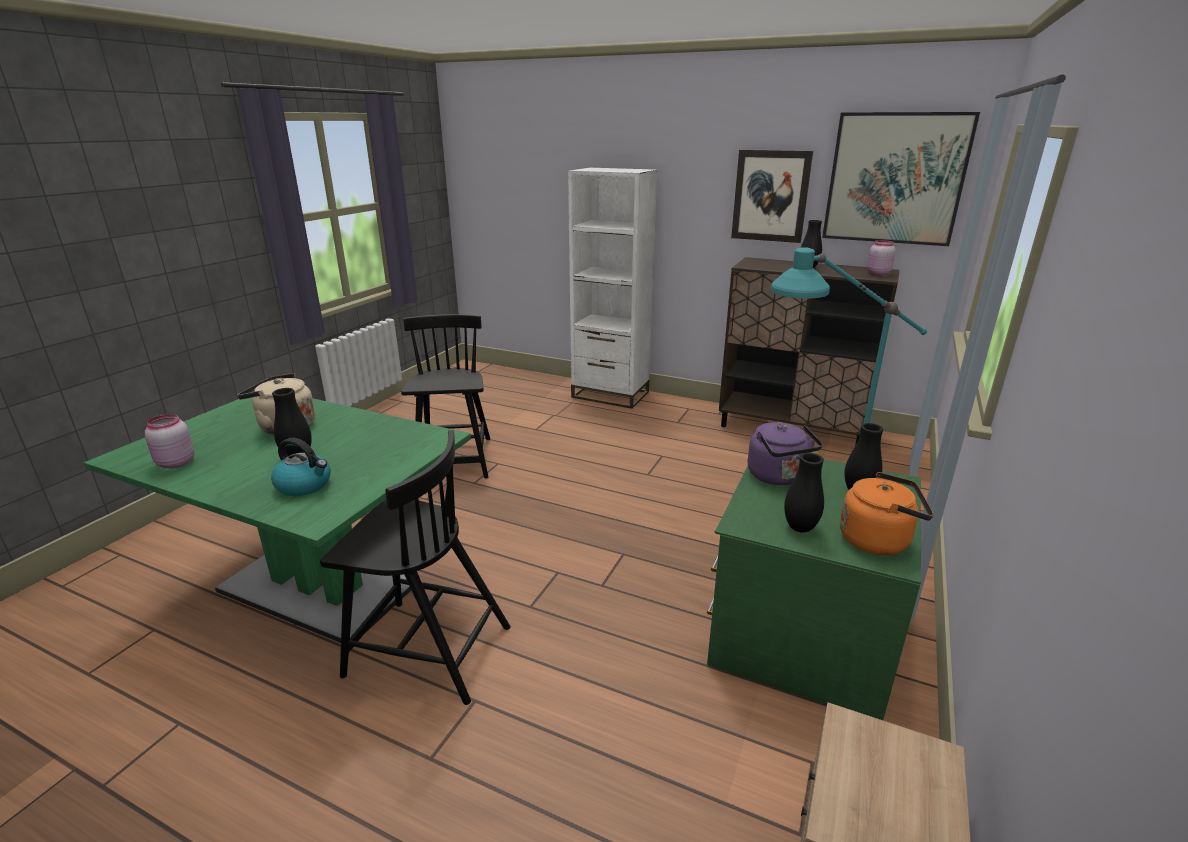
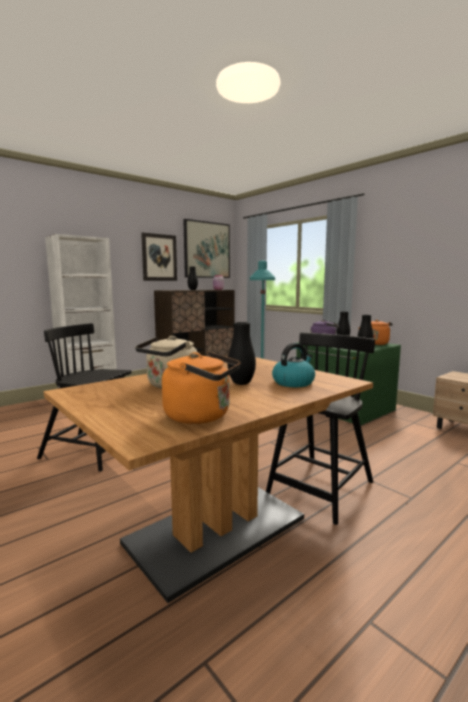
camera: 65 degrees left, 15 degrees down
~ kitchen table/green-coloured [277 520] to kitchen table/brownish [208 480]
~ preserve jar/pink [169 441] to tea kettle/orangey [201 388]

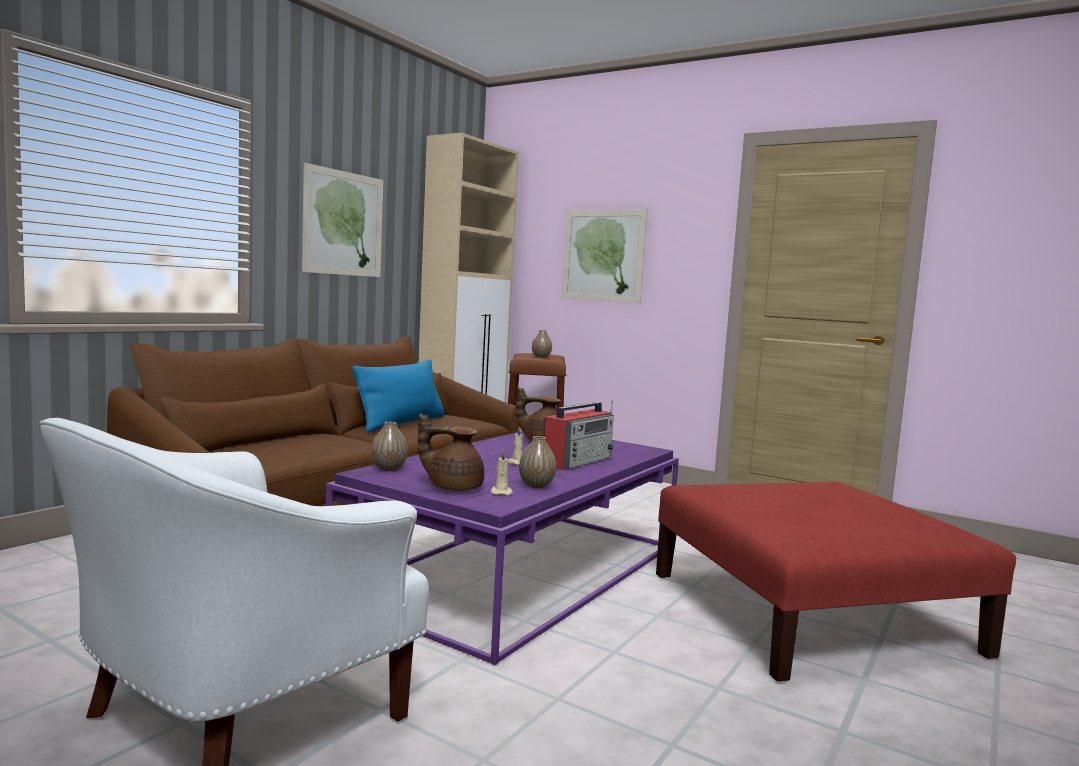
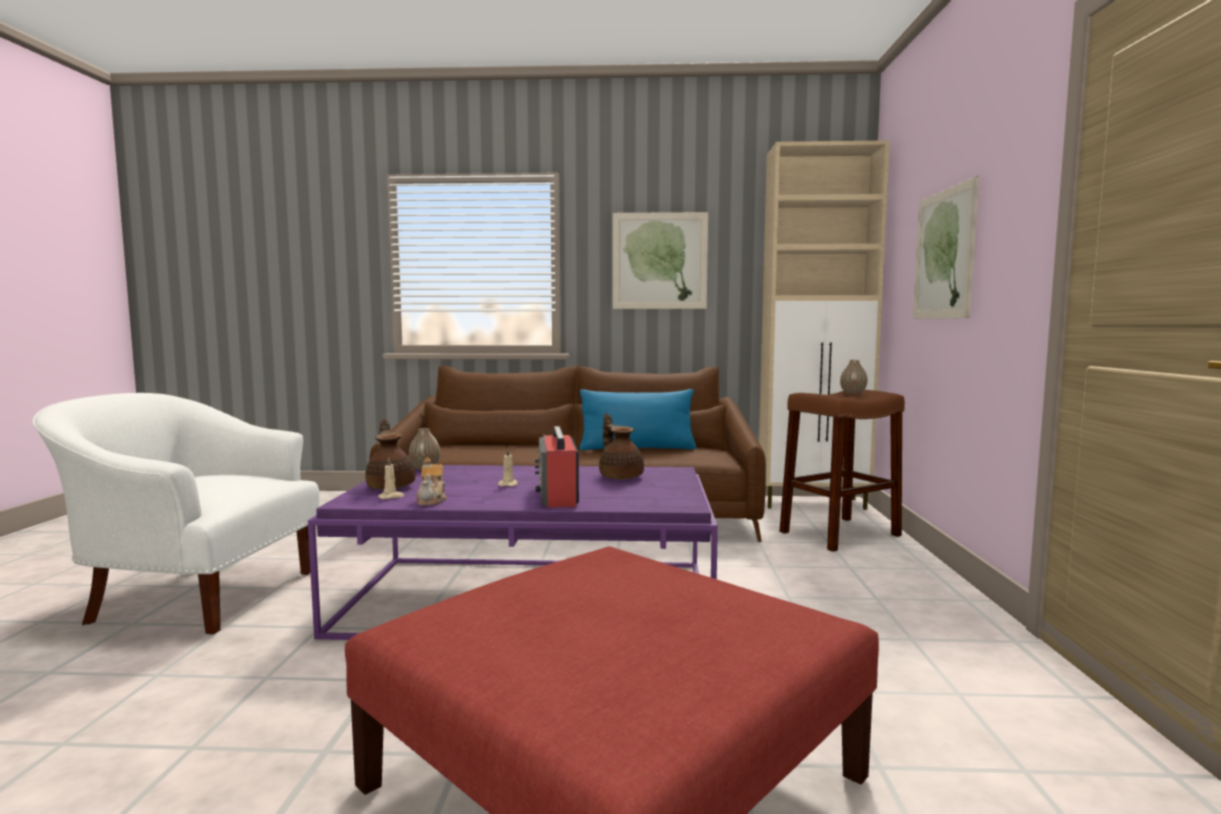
camera: 60 degrees right, 0 degrees up
~ flower vase [537 462] to tea pot [432 482]
~ radio receiver [579 435] = [557 467] 75 degrees clockwise

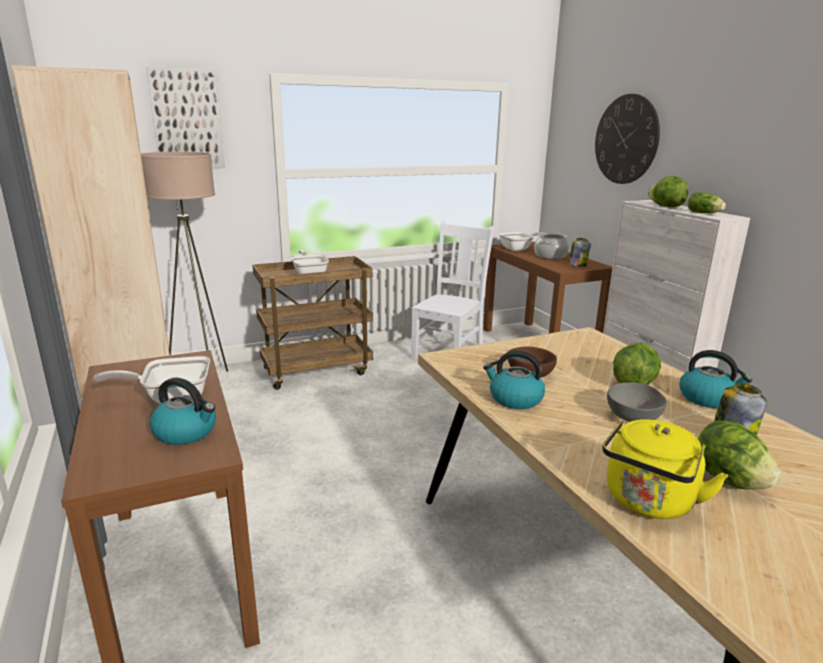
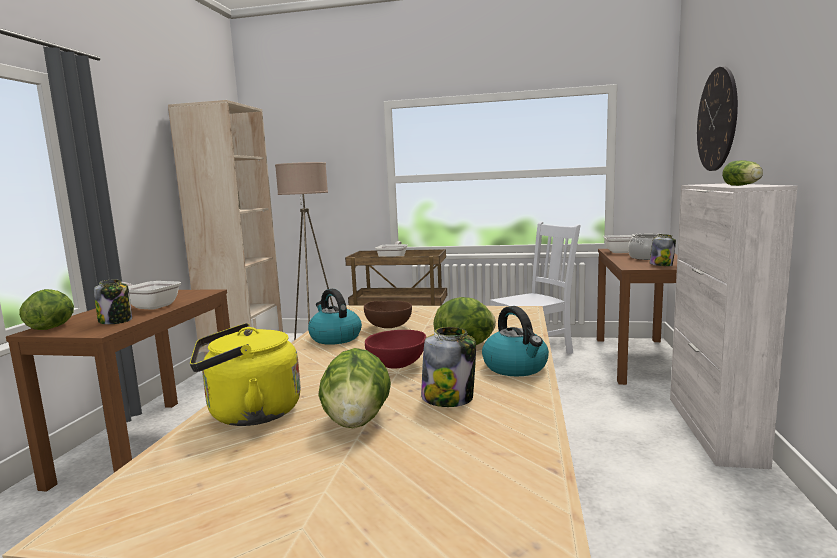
camera: 35 degrees right, 10 degrees down
- wall art [185 117]
~ tea kettle [183 411] to preserve jar [113 301]
~ deep dish/greyish [637 402] to deep dish/red [395 349]
~ head of lettuce [668 191] to [46 309]

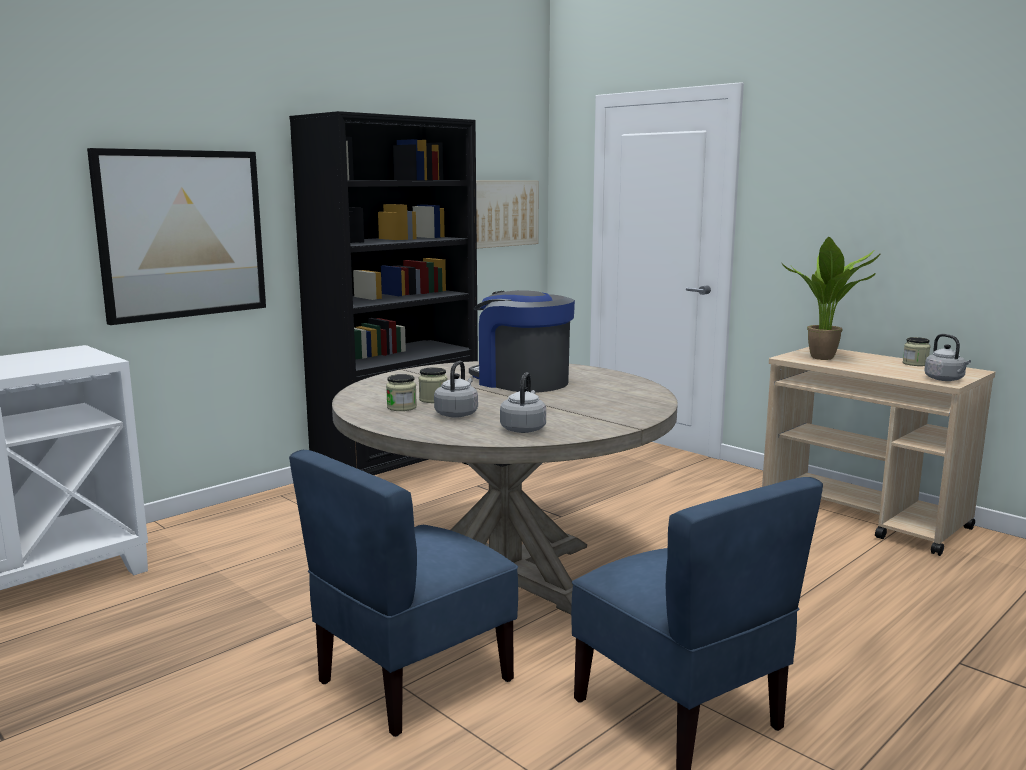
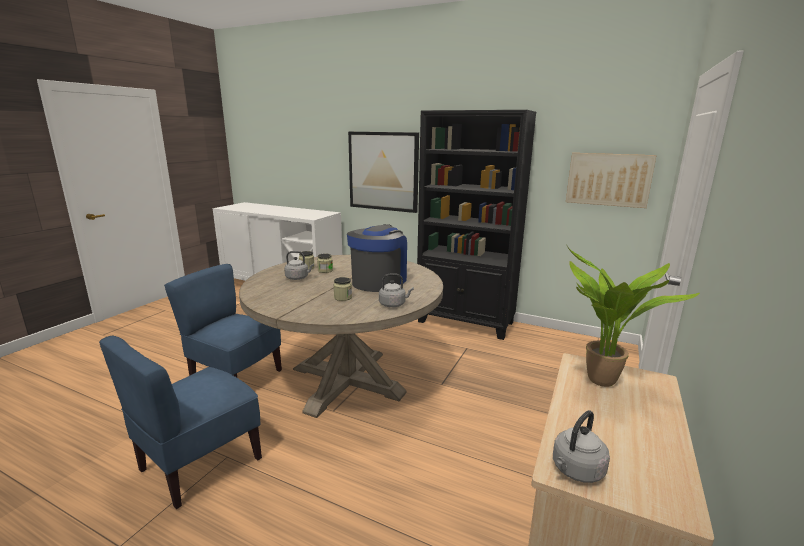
camera: 70 degrees right, 5 degrees up
~ tea kettle/greyish [523 402] to [396 290]
~ preserve jar [916 351] to [342 289]

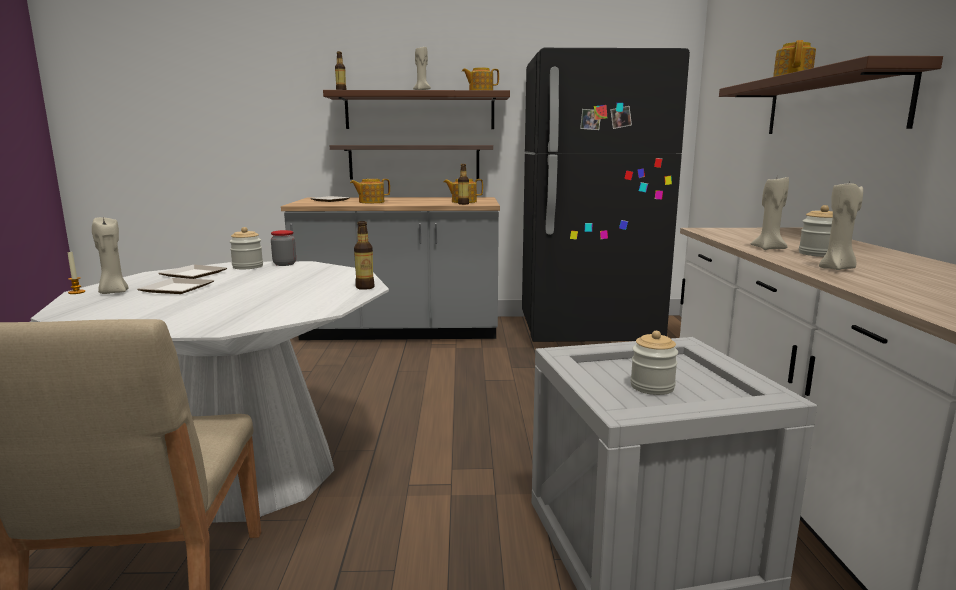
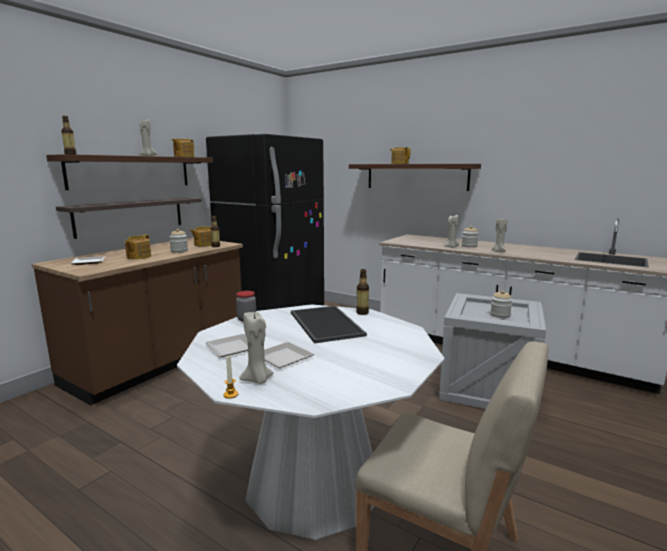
camera: 55 degrees left, 0 degrees up
~ preserve jar [246 248] to [178 241]
~ counter/greyish [390 268] to counter/brownish [137 322]
+ carrying tray [329 324]

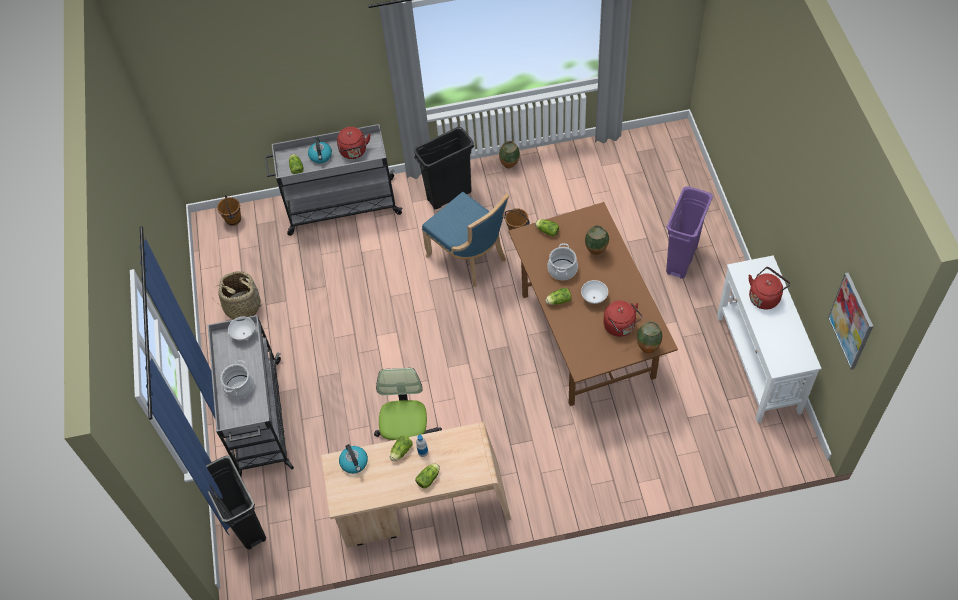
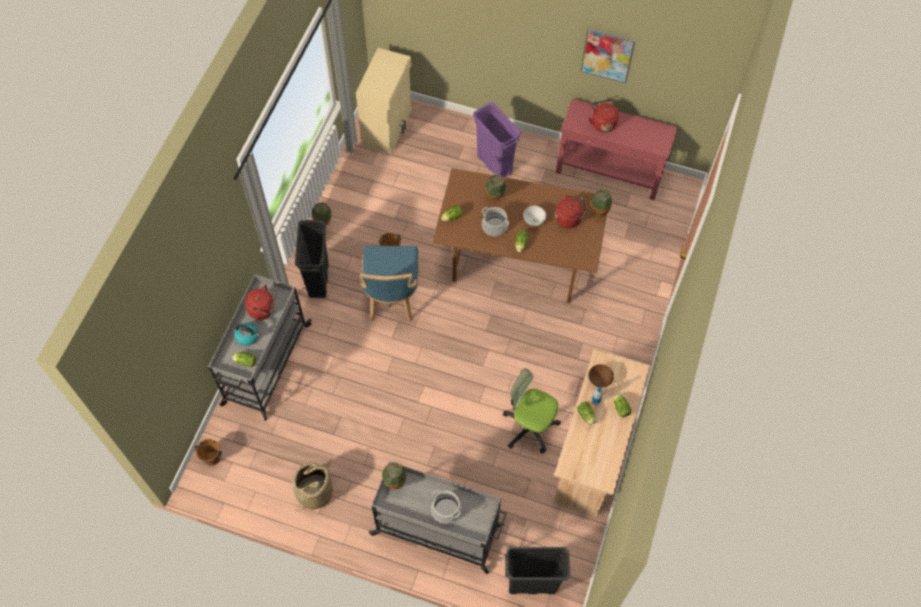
camera: 65 degrees left, 5 degrees up
~ deep dish/white [241 328] to flower vase [394 475]
- tea kettle [353 459]
~ upright chair/blue-coloured [465 239] = [390 283] 105 degrees clockwise
~ narrow table/white [769 339] to narrow table/red [617 150]
~ wall art [850 321] to [608 55]
+ cupboard/beige [384 100]
+ deep dish/brownish [601 376]

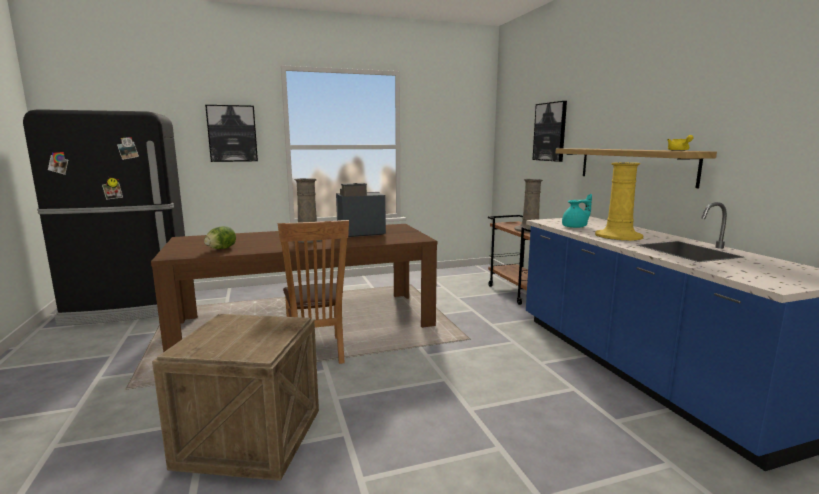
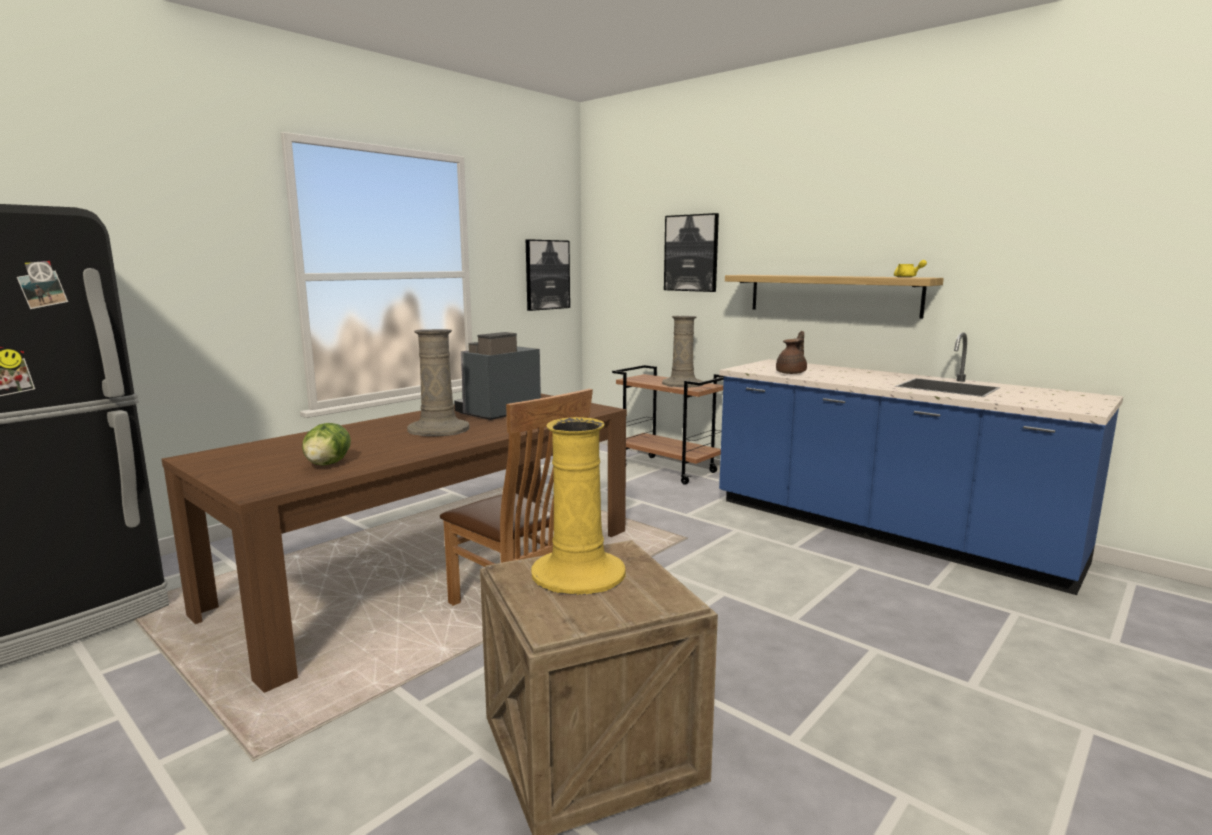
camera: 30 degrees left, 0 degrees up
~ wall art [231 133] to [548 275]
~ tea pot/turquoise [577 211] to tea pot/brownish [791 352]
~ flower vase/yellow-coloured [619 201] to [578 506]

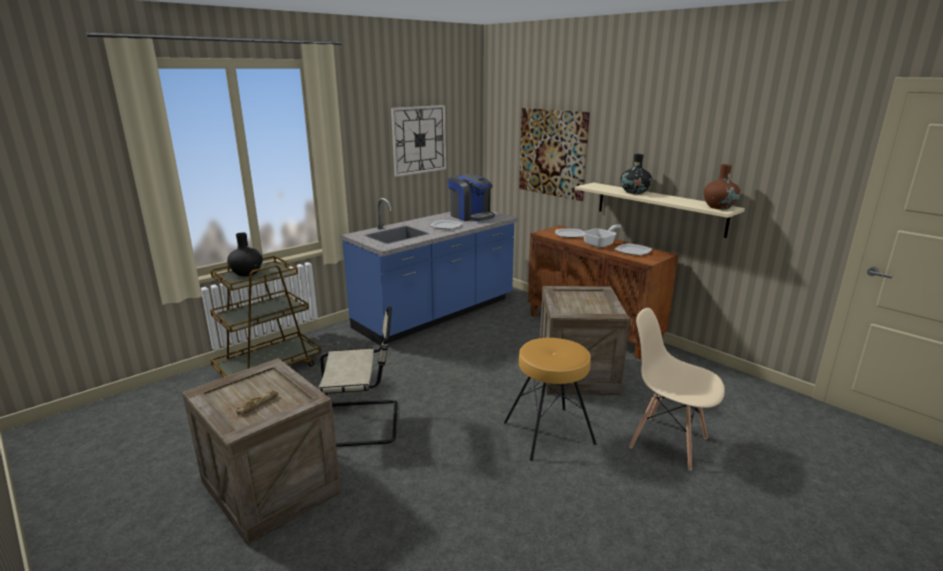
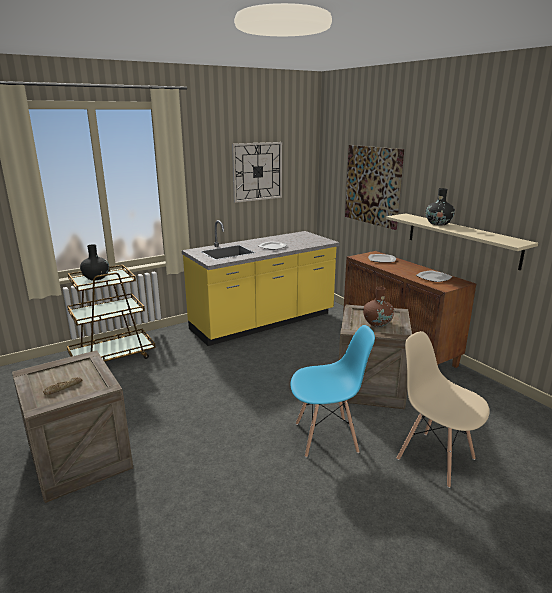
camera: 10 degrees right, 0 degrees up
- upright chair/beige [357 376]
~ counter/blue-coloured [429 272] to counter/yellow-coloured [261 283]
- coffee machine [471 197]
~ sitting stool/brownish [550 399] to upright chair/blue-coloured [333 391]
- pan [602 236]
~ flower vase/brownish [722 187] to [378 307]

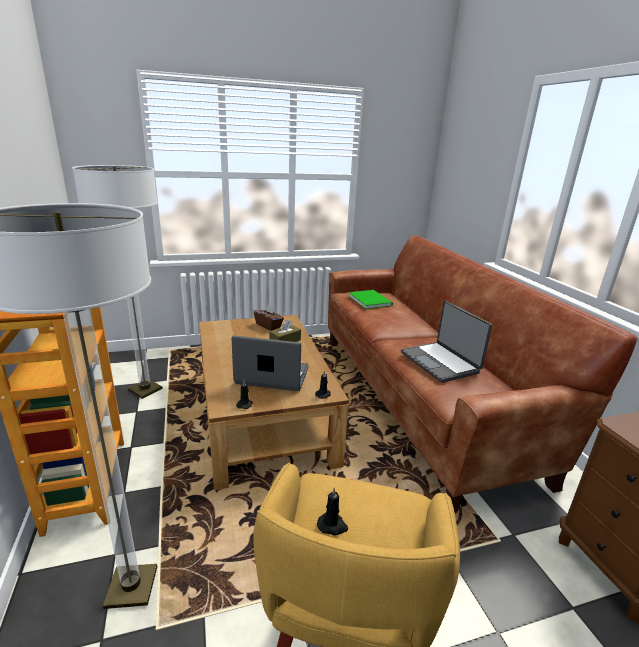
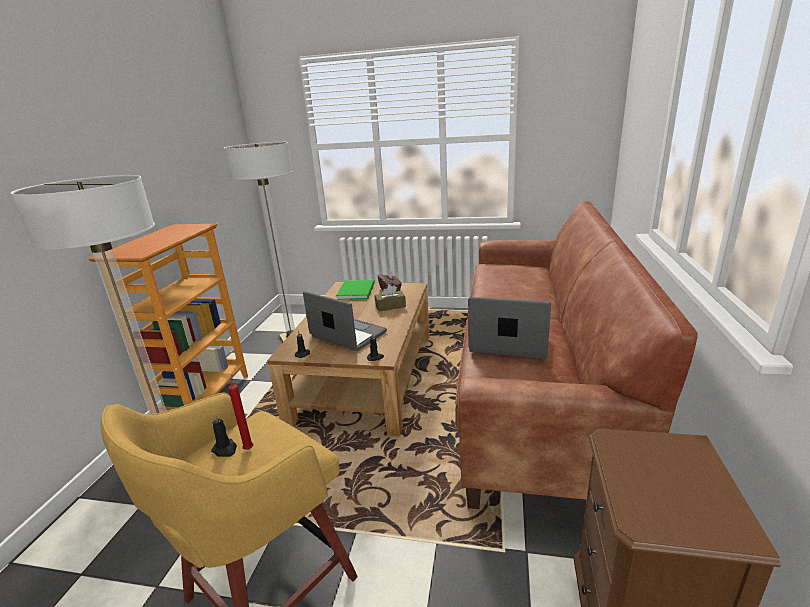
camera: 30 degrees right, 0 degrees up
~ volume/green-coloured [371 299] to [355 289]
~ notebook computer [446 342] = [509 328] 105 degrees clockwise
+ wax light/red [240 412]

